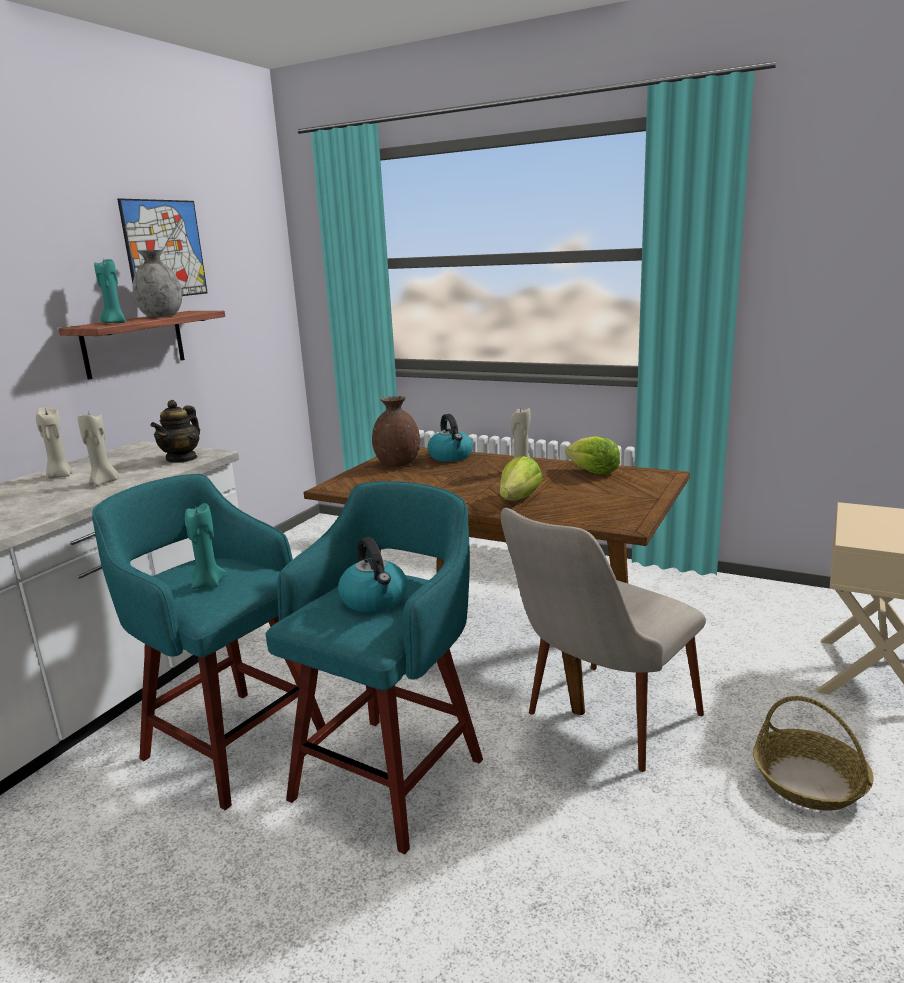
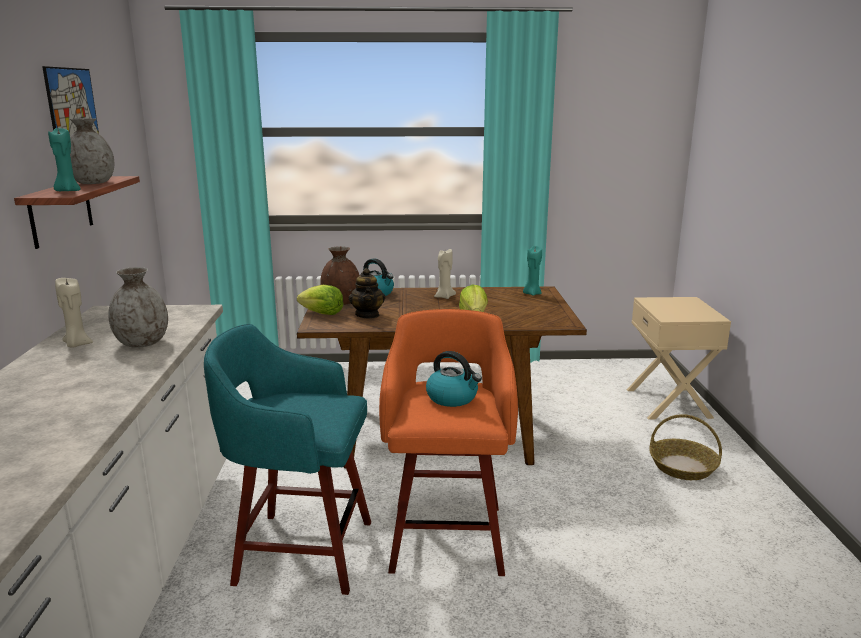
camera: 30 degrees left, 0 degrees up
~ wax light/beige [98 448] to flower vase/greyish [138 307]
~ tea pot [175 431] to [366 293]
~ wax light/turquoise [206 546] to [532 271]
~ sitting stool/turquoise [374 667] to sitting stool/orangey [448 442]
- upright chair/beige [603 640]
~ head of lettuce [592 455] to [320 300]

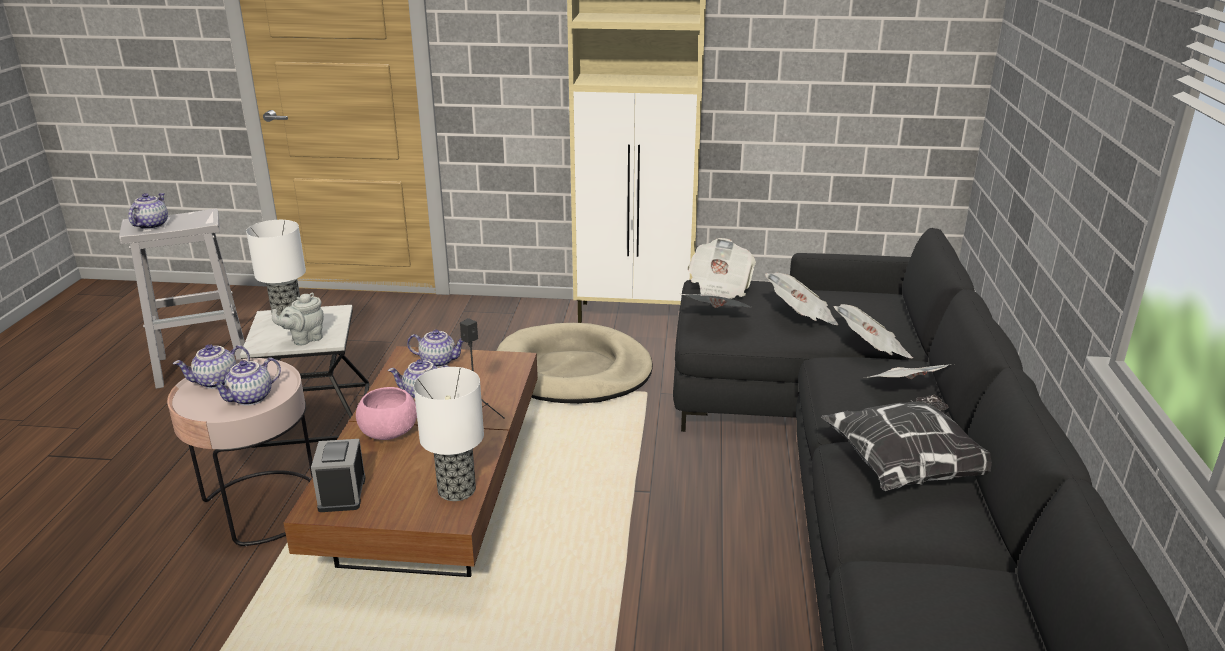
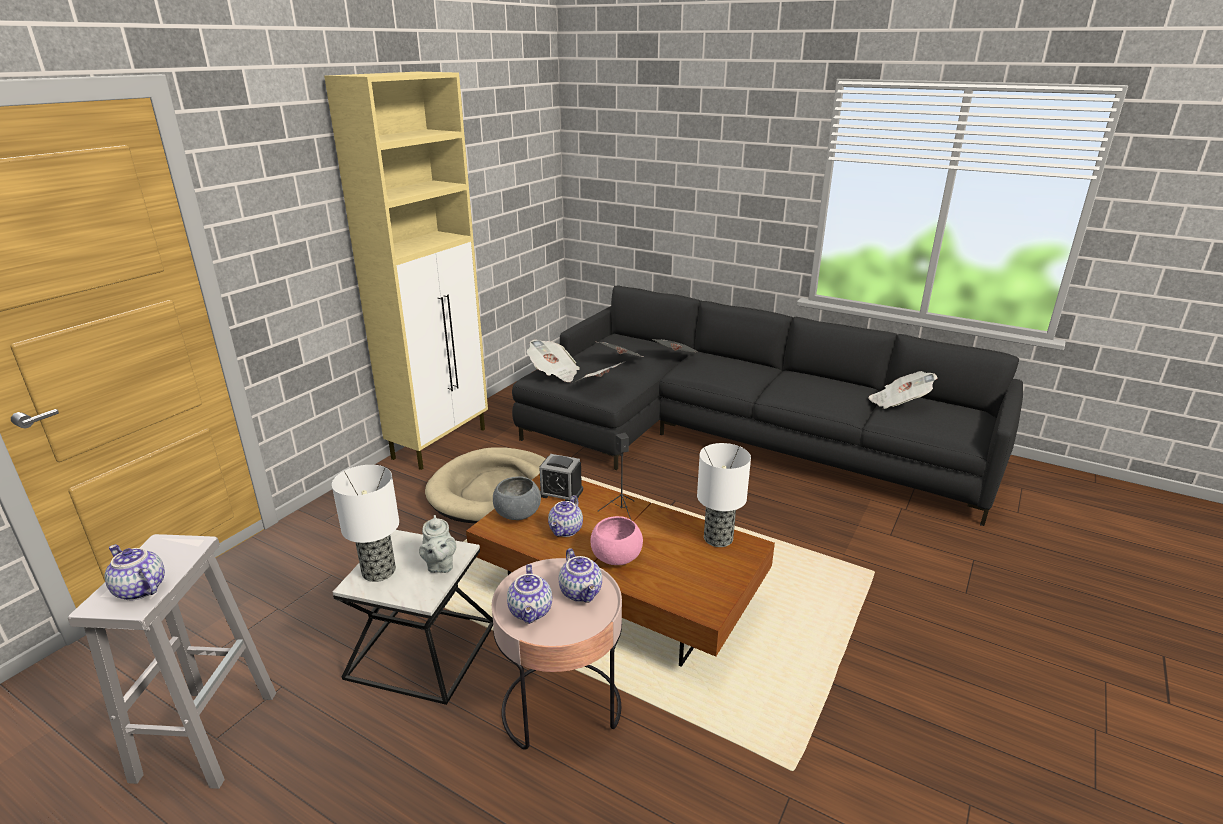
camera: 65 degrees left, 0 degrees up
~ bedside clock [338 475] to [561 478]
~ tea pot [436 348] to deep dish/greyish [517 498]
- cushion [906 442]
~ newspaper [907 371] to [903 390]

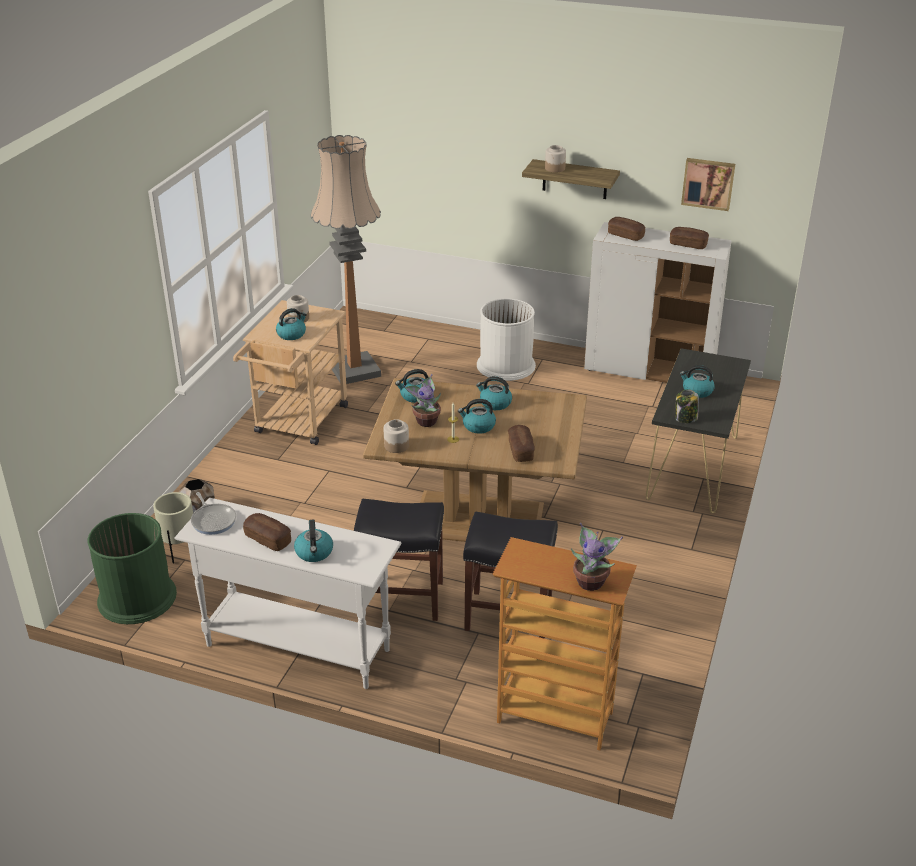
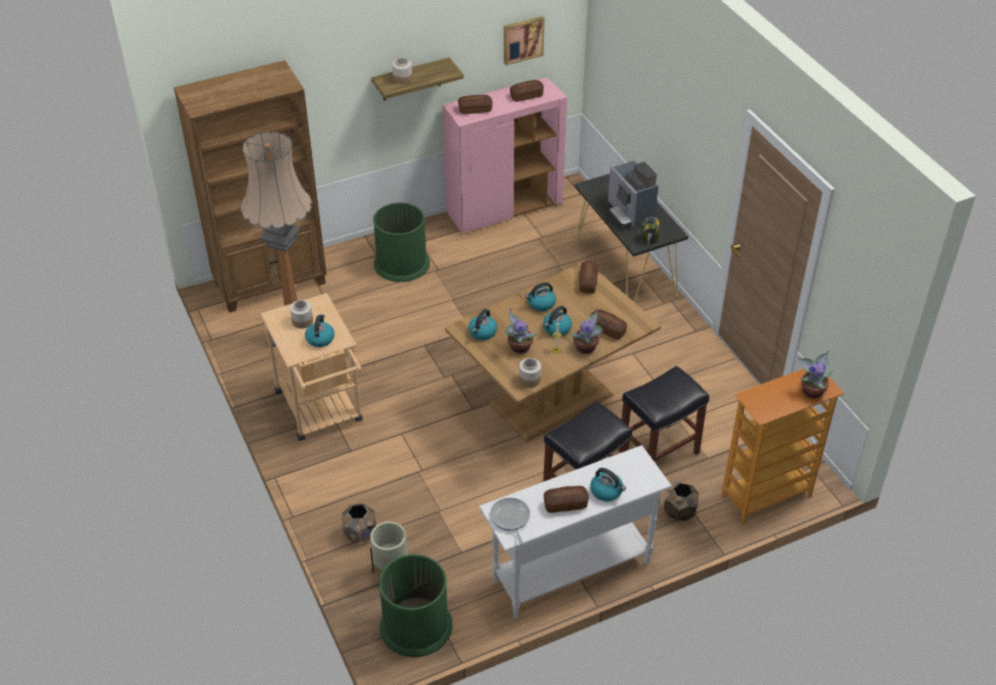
camera: 45 degrees left, 10 degrees up
~ pan [213 513] = [510 521] 120 degrees counterclockwise
~ waste bin/white [506 340] to waste bin/green-coloured [401 242]
~ cupboard/white [658 302] to cupboard/pink [504 155]
~ tea kettle [697 381] to coffee machine [633 195]
+ bookcase/brownish [250 186]
+ potted plant [586 331]
+ bakery bread [588 277]
+ planter/brownish [681 501]

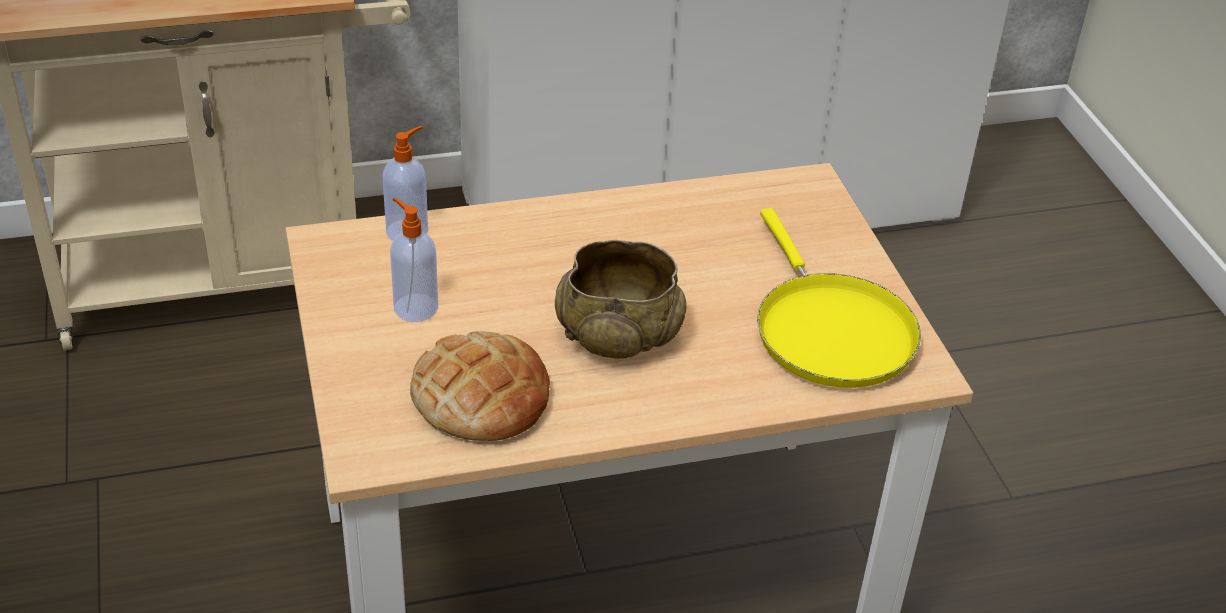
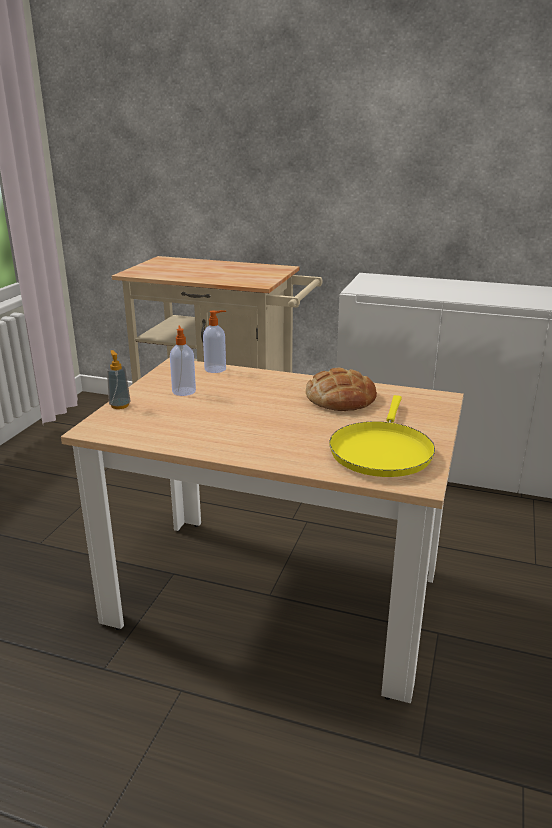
camera: 35 degrees right, 15 degrees down
~ bakery bread [480 386] to [341 389]
- deep dish/beige [620 299]
+ soap bottle [119 379]

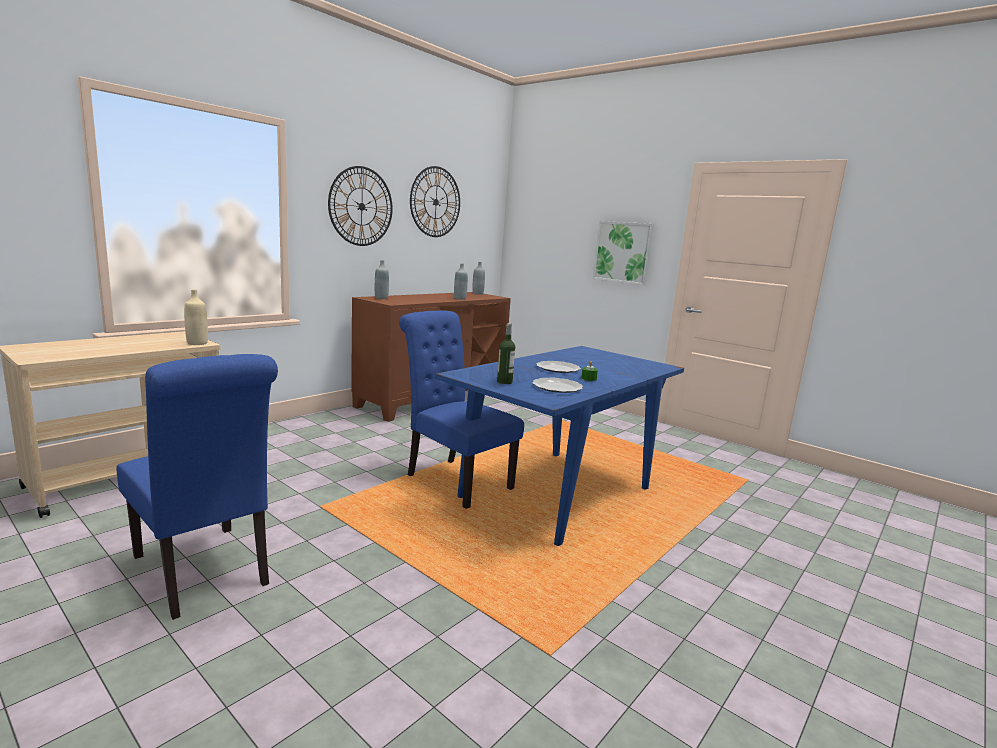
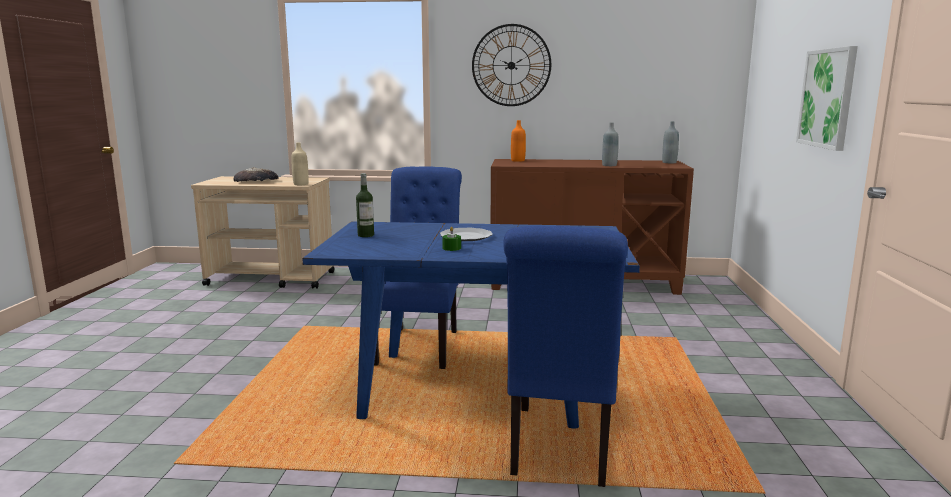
camera: 55 degrees right, 0 degrees up
~ upright chair/blue-coloured [197 487] to [565 356]
~ bottle/greyish [382 279] to bottle/orangey [518 141]
- hanging clock [435 201]
- flat dish [557 385]
+ bakery bread [256 174]

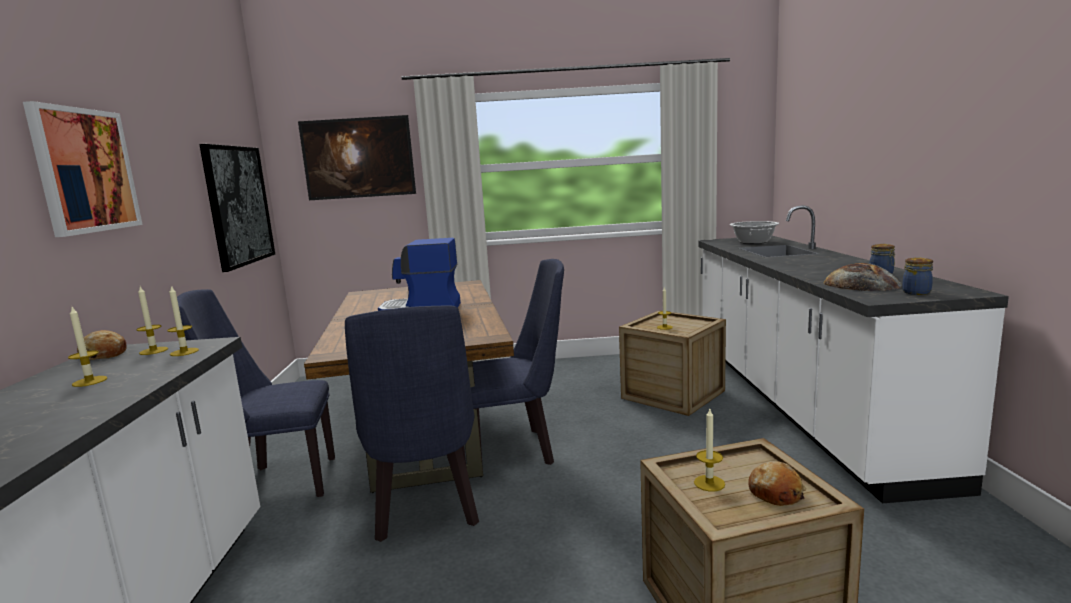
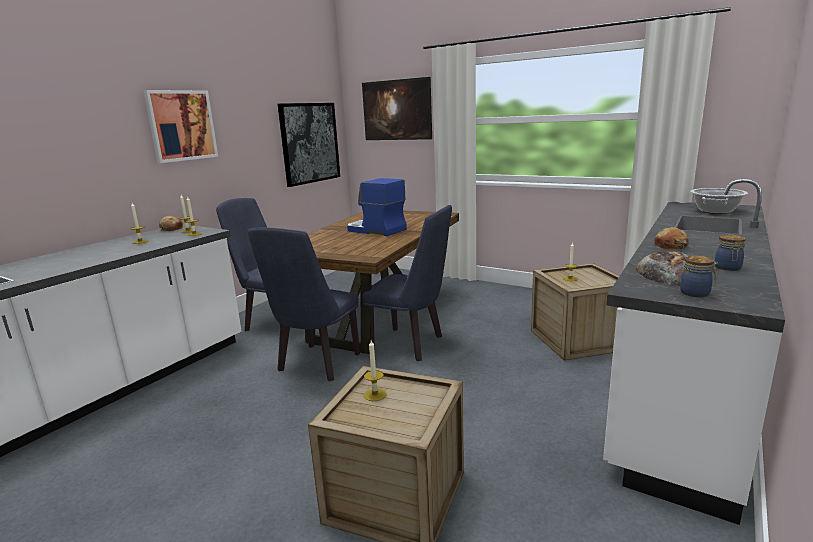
camera: 35 degrees right, 5 degrees up
~ bakery bread [777 483] to [671 238]

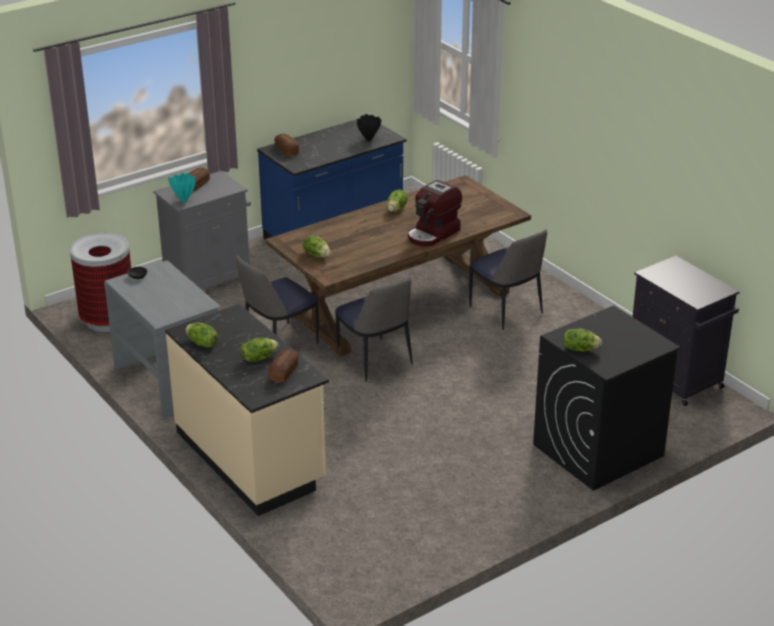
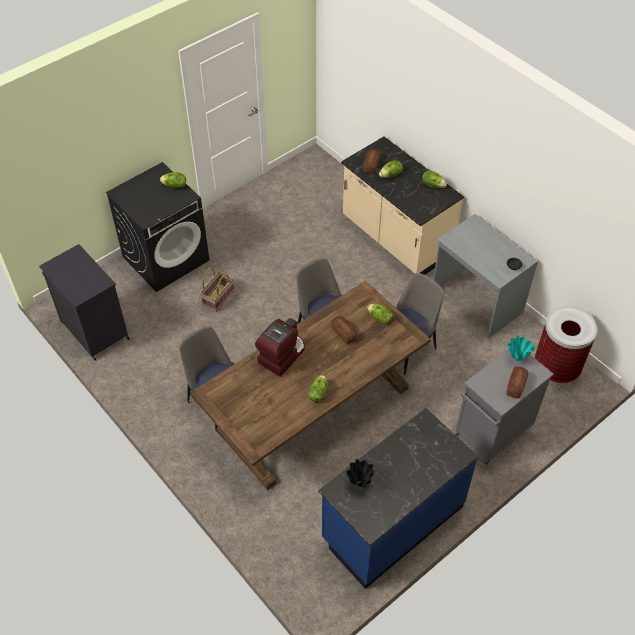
camera: 175 degrees right, 20 degrees up
~ bakery bread [286 145] to [344 330]
+ household basket [217 289]

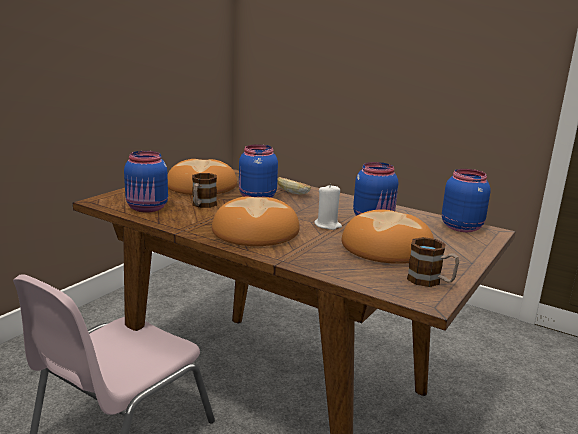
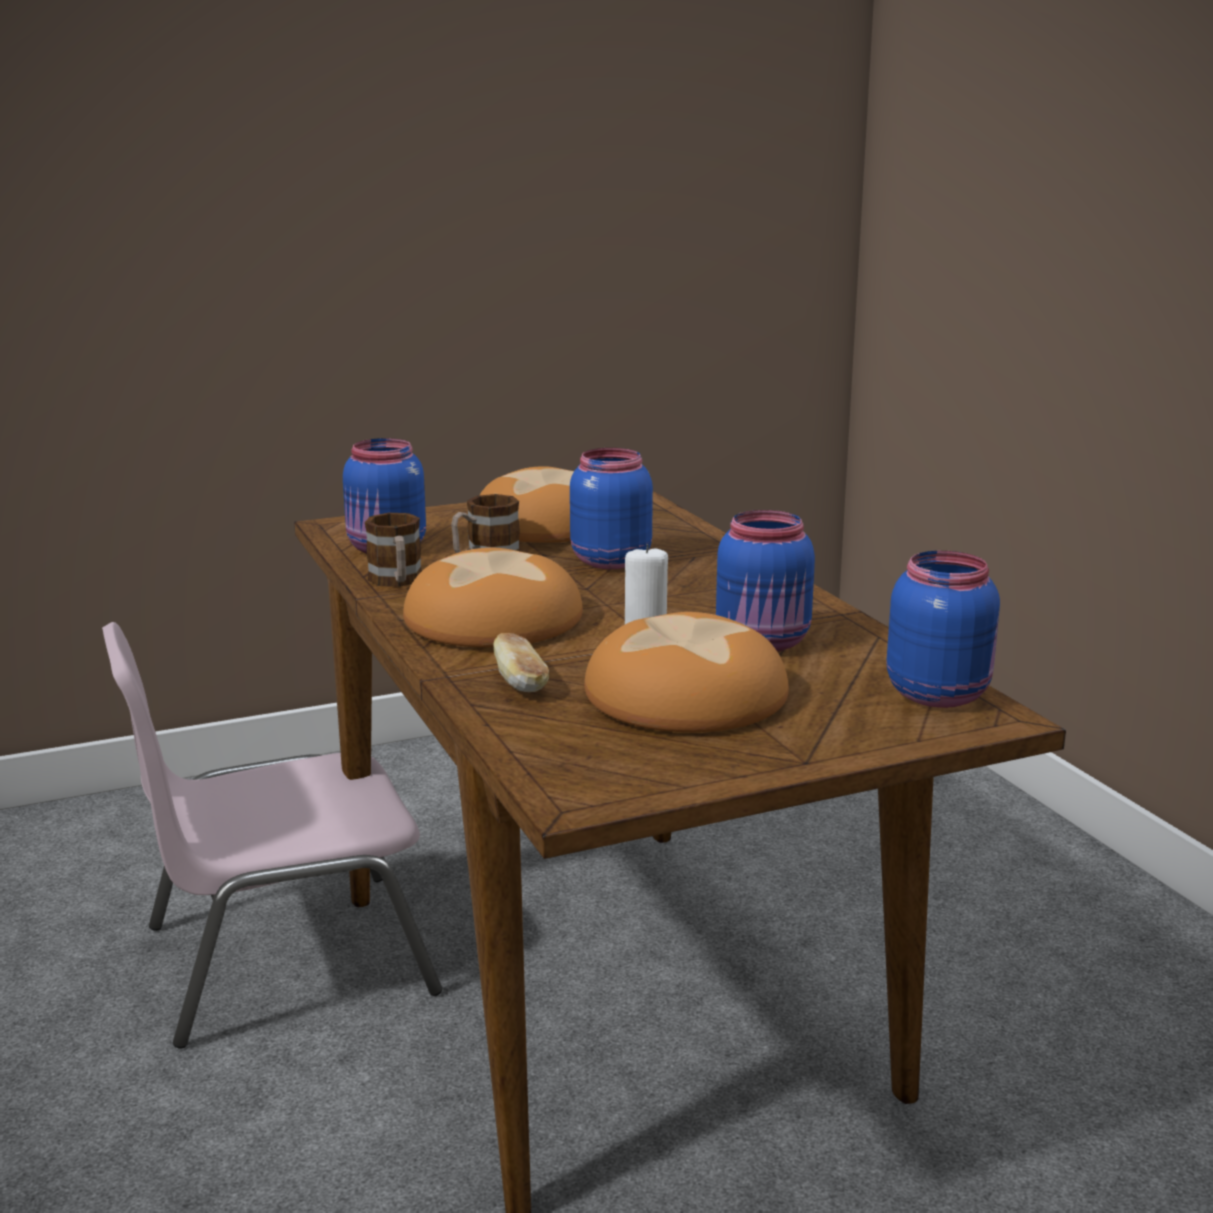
camera: 35 degrees right, 0 degrees up
~ bakery bread [294 186] to [521 662]
~ coffee mug [433 262] to [393 550]

